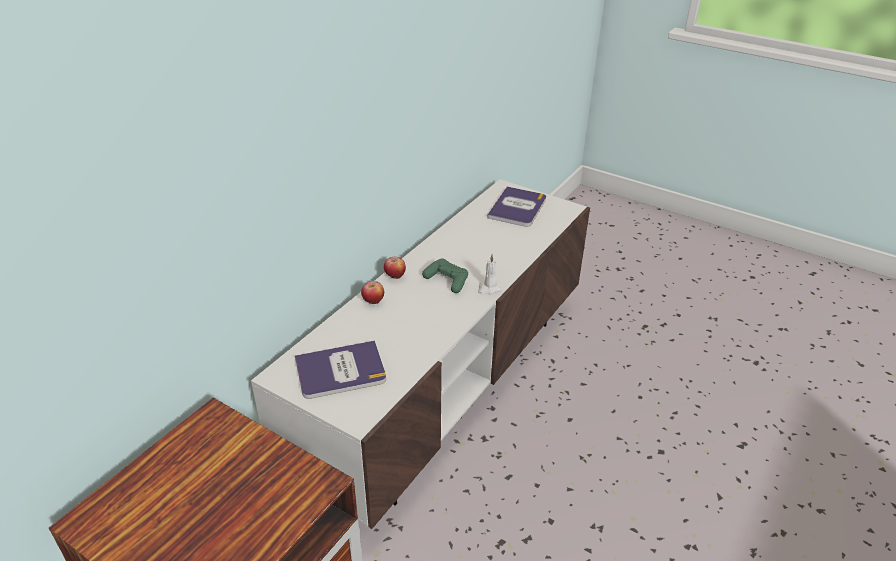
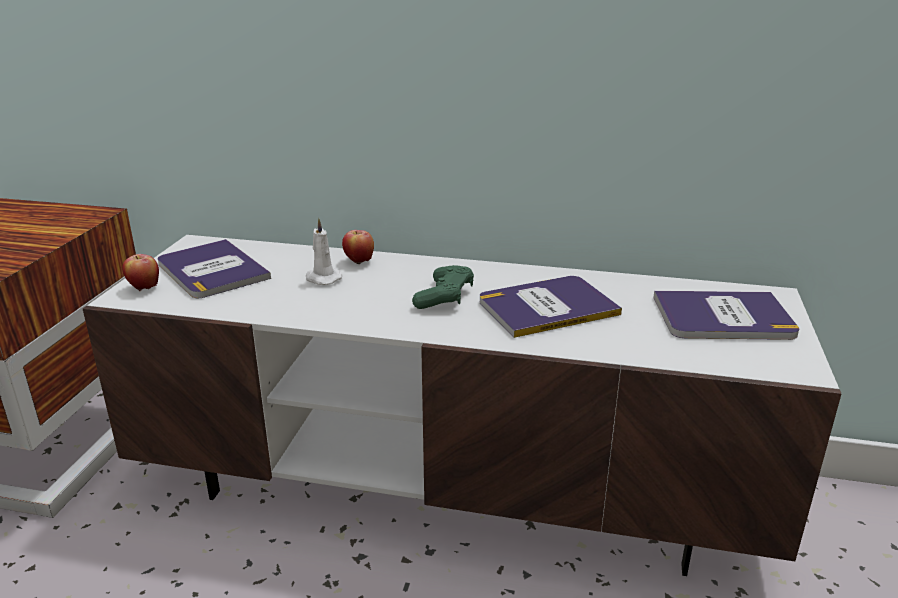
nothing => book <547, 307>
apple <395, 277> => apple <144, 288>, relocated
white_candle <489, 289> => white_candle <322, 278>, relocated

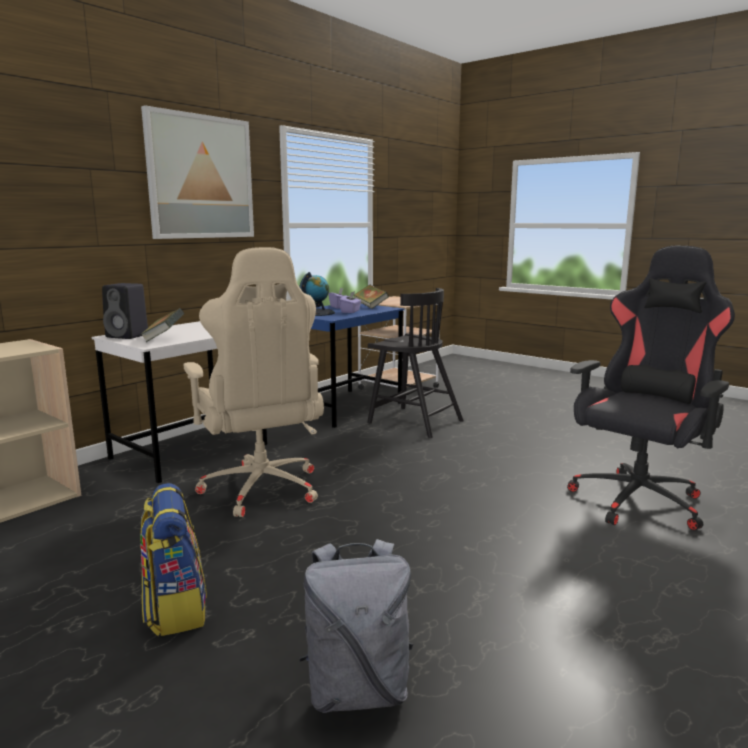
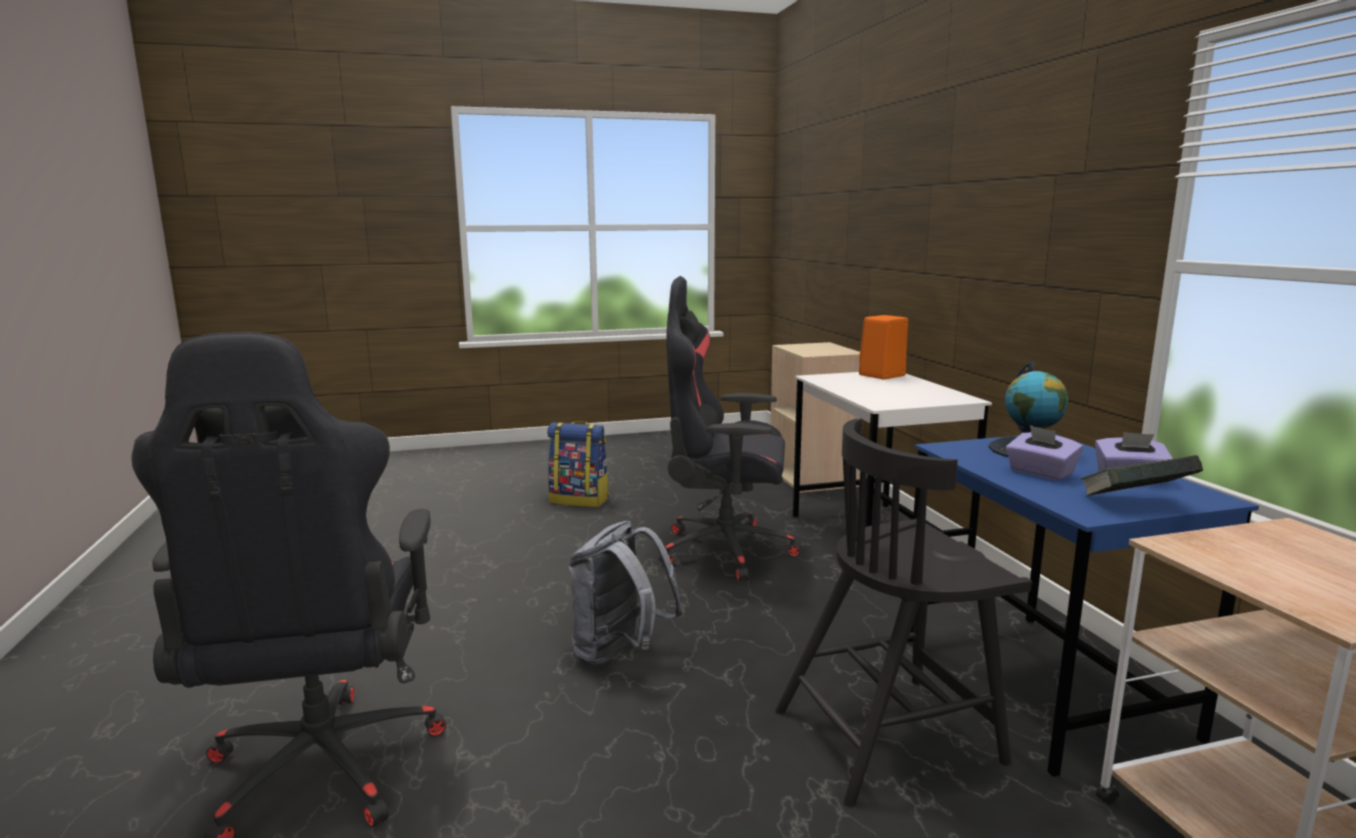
book <164, 338> => nothing
picture <201, 177> => nothing
grey_backpack <357, 690> => grey_backpack <620, 653>, relocated
black_speaker <128, 336> => orange_speaker <881, 376>
beige_office_chair <261, 488> => black_office_chair <727, 550>

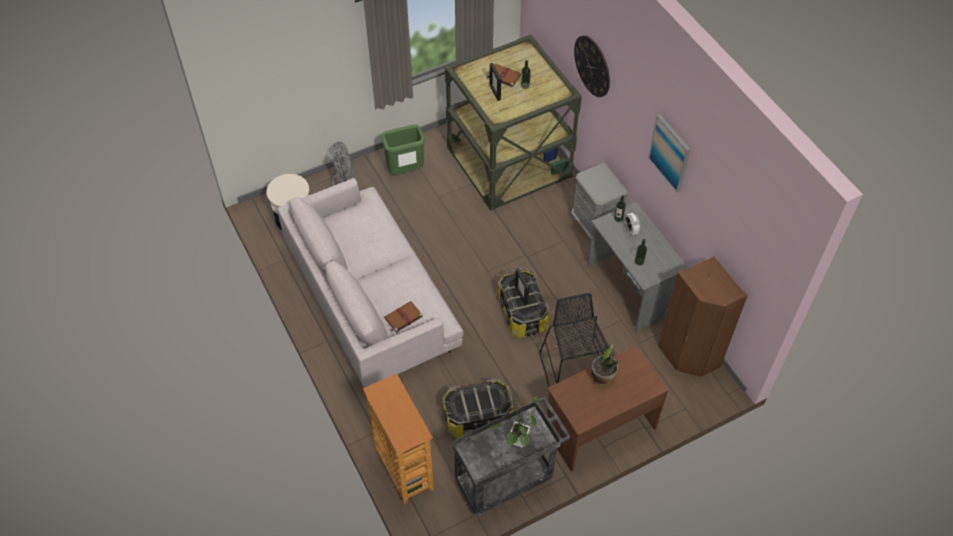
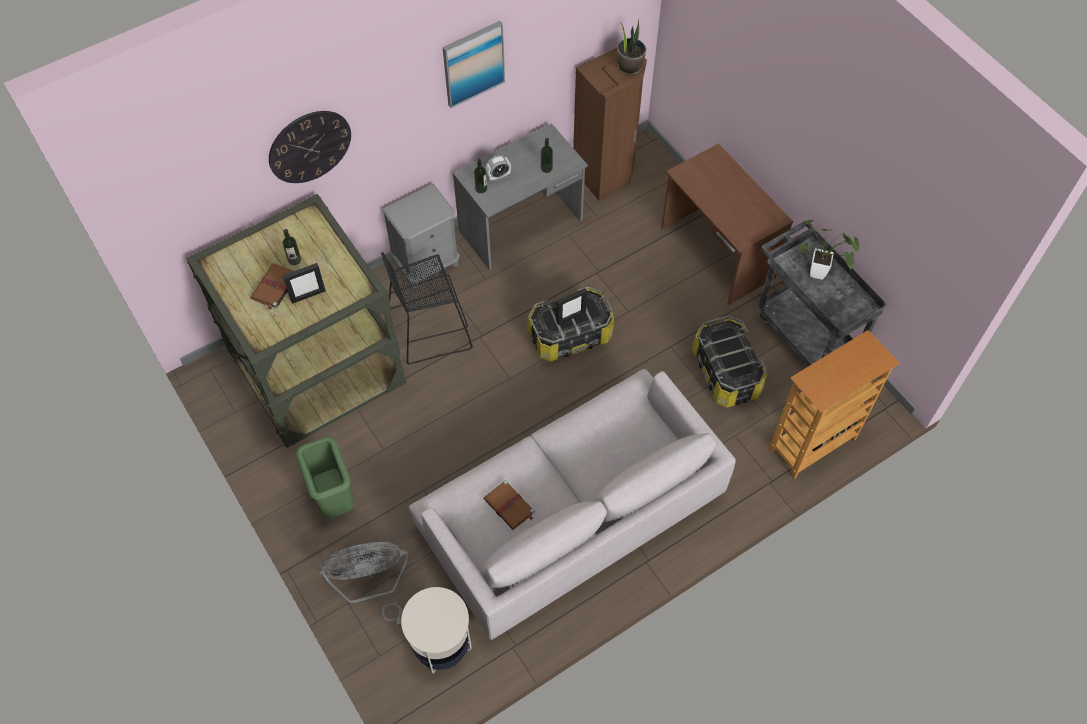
brown_book <403, 317> => brown_book <510, 506>, relocated
black_stool <574, 371> => black_stool <431, 326>, relocated
potted_plant <602, 377> => potted_plant <629, 67>, relocated

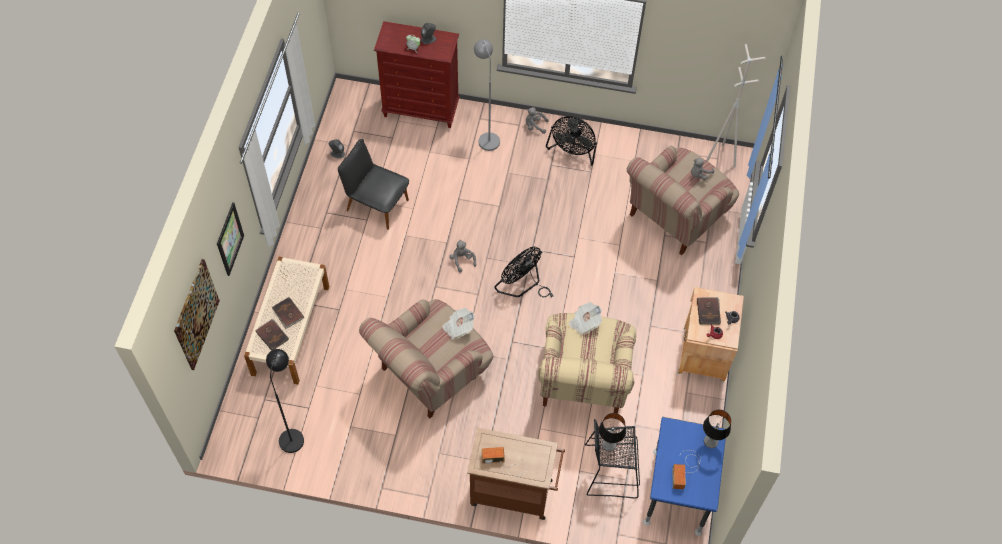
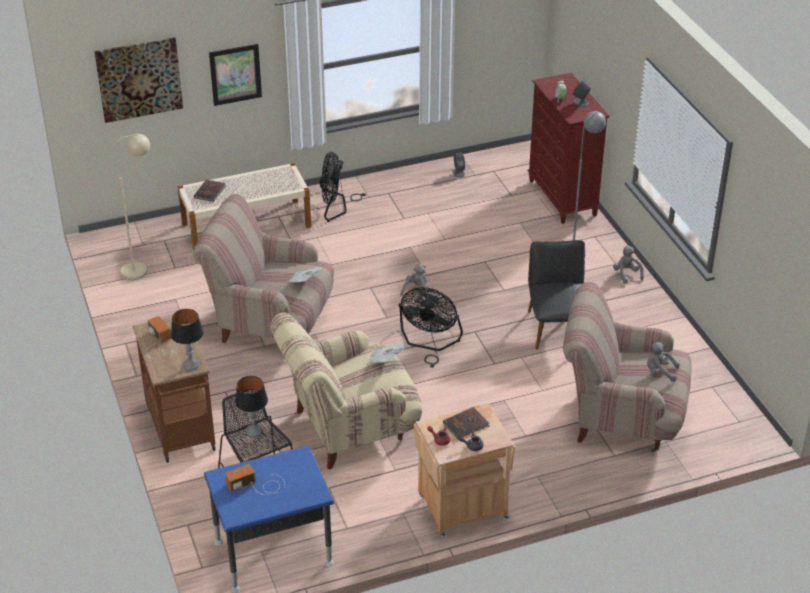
brown_book <288, 313> => nothing
grey_clothes_rack <721, 158> => nothing
black_chair <377, 205> => black_chair <556, 329>, relocated
black_fan <572, 149> => black_fan <336, 204>, relocated
table_lamp <710, 441> => table_lamp <190, 365>, relocated
black_floor_lamp <293, 434> => beige_floor_lamp <142, 270>

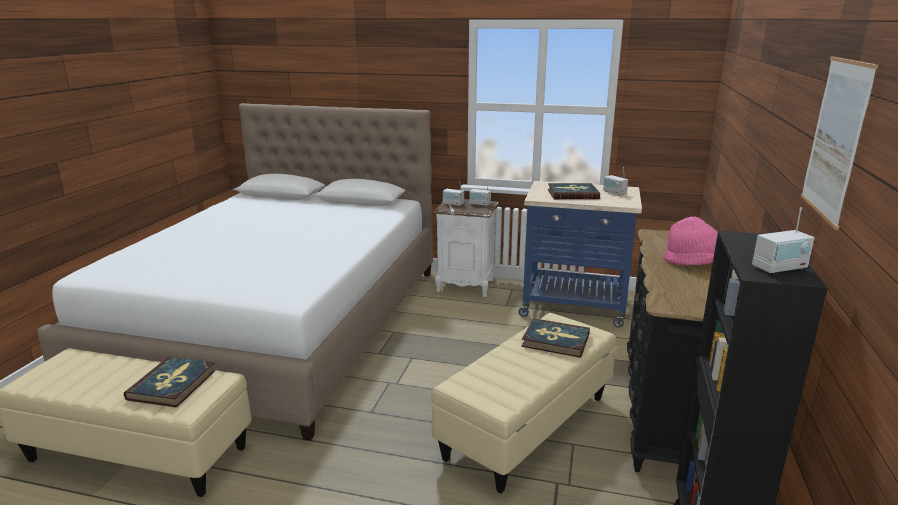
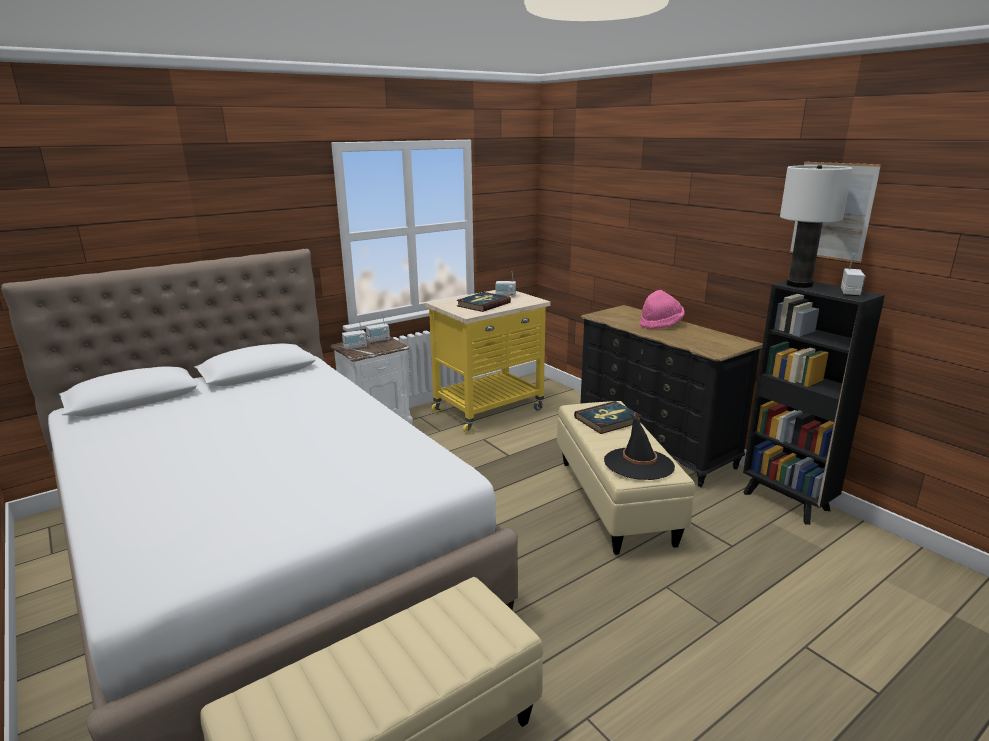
book <173, 384> => nothing
nothing => black_hat <638, 464>
nothing => white_table_lamp <799, 284>
blue_cart <573, 307> => yellow_cart <488, 410>

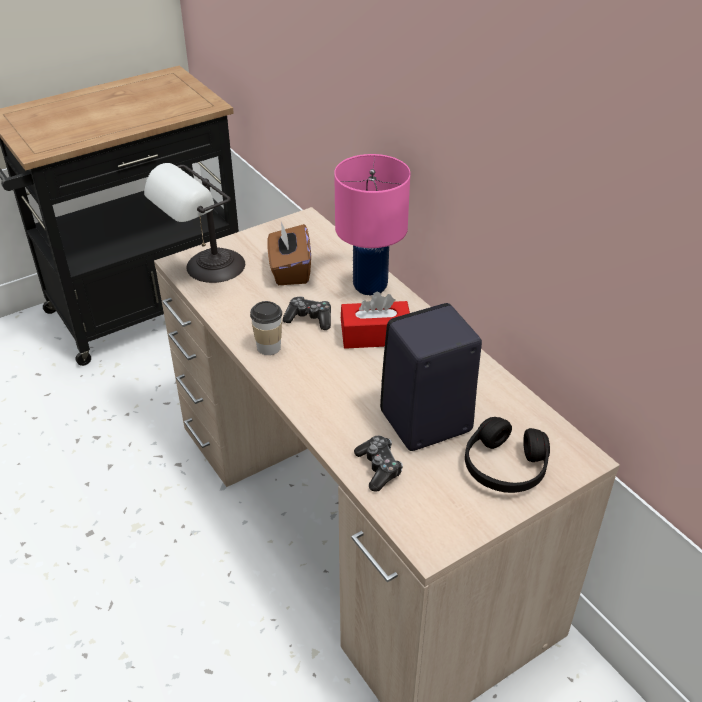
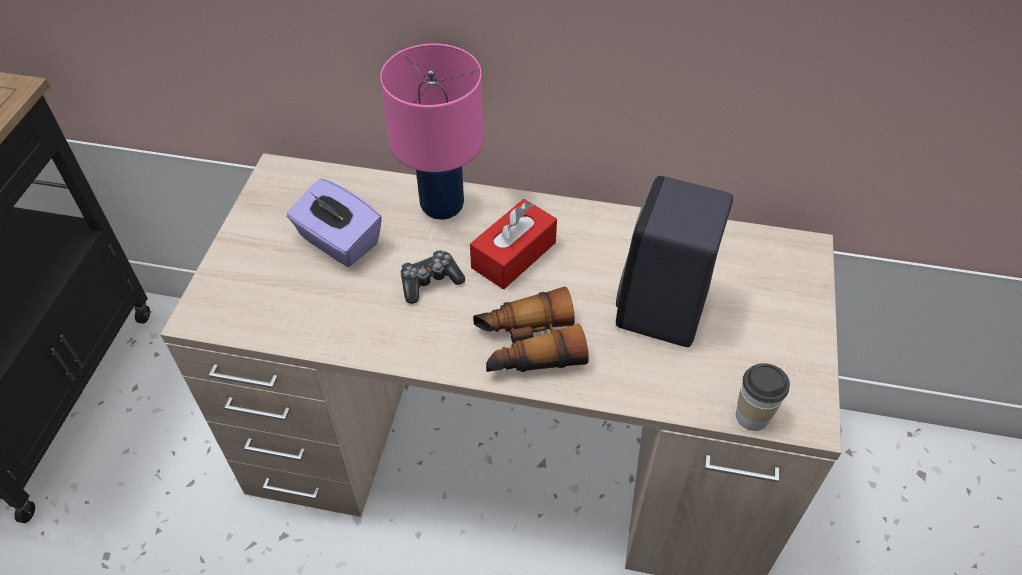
table_lamp <205, 271> => nothing
game_controller <379, 468> => nothing
black_headphones <505, 467> => nothing
nothing => binoculars <527, 345>
cup <269, 347> => cup <752, 416>, relocated
brown_tissue_box <290, 270> => purple_tissue_box <338, 242>

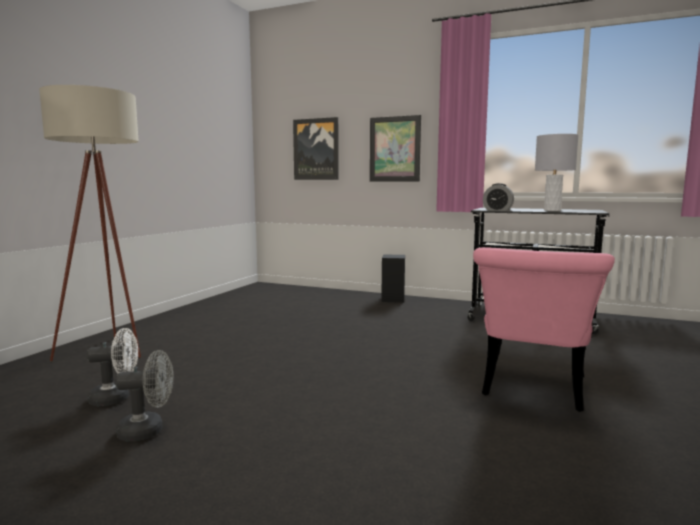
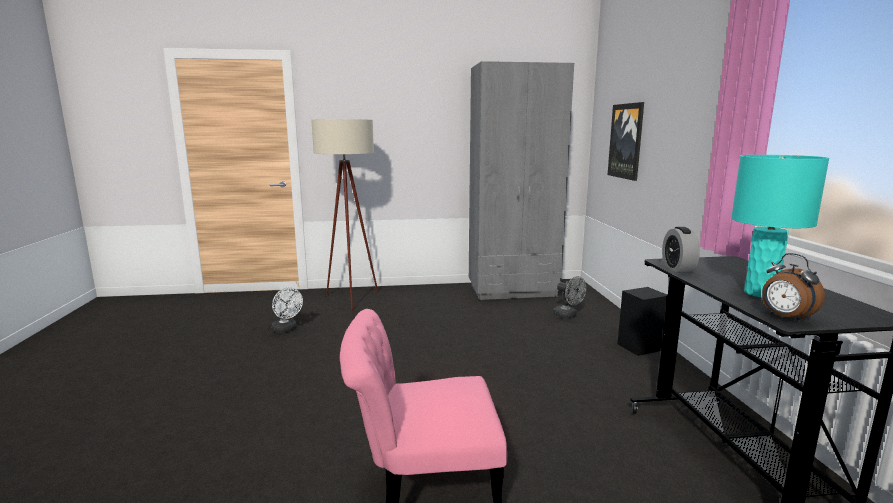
picture <395, 149> => nothing
nothing => grey_wardrobe <513, 290>
nothing => alarm_clock <785, 318>
grey_fan <148, 430> => grey_fan <568, 316>, relocated
grey_table_lamp <552, 210> => turquoise_table_lamp <761, 293>

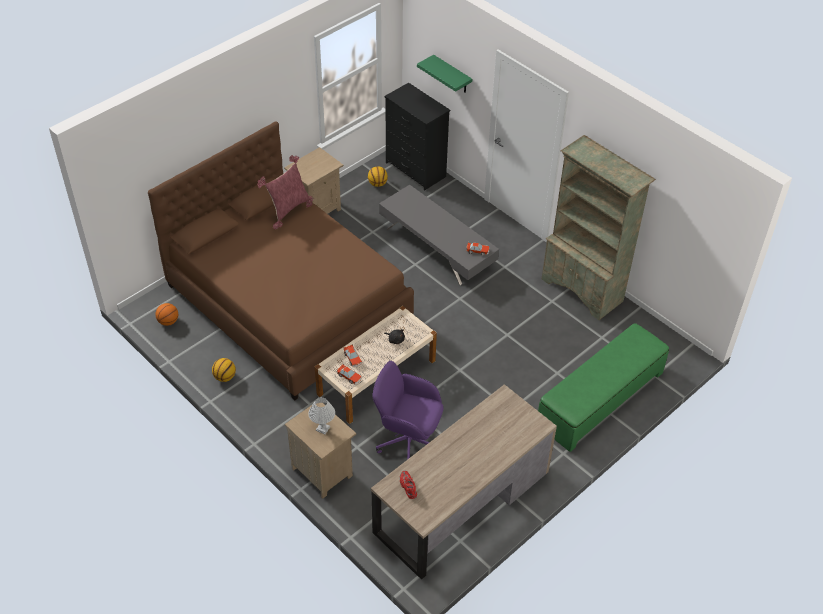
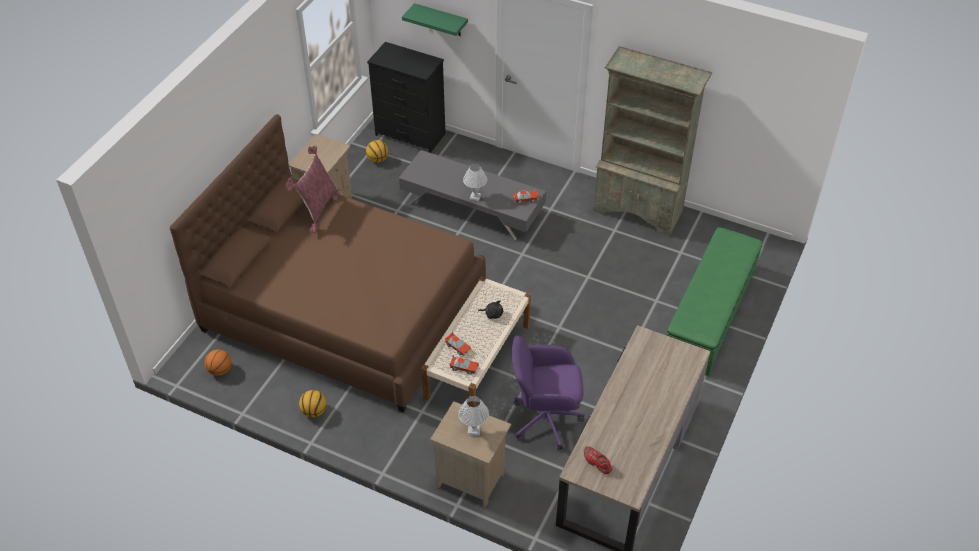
nothing => white_table_lamp <475, 196>

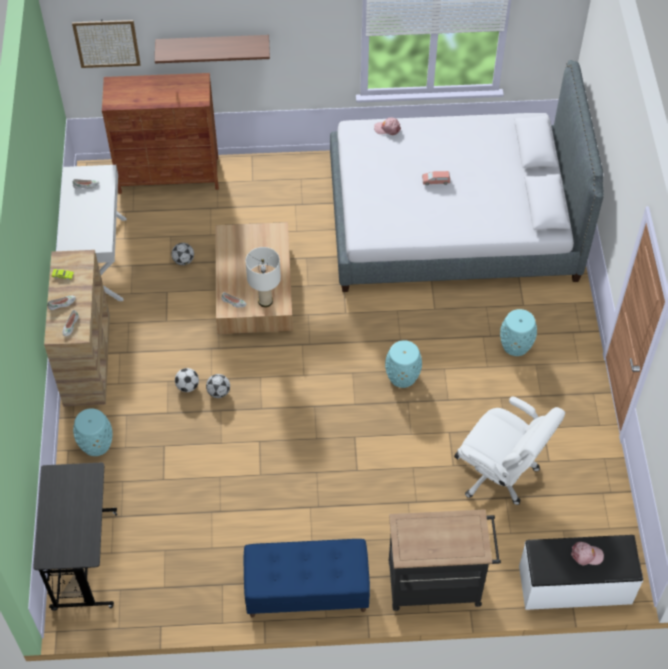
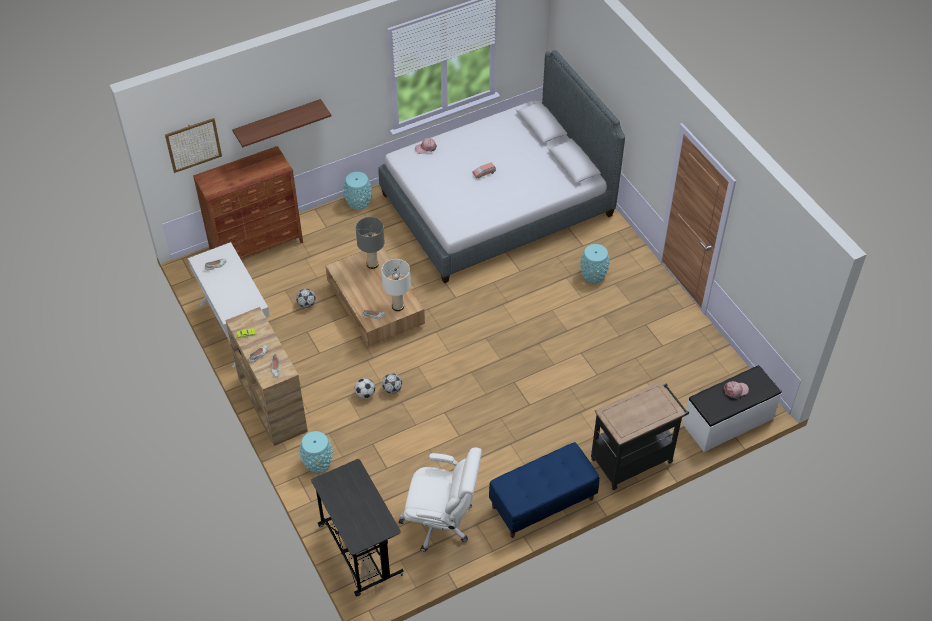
nothing => grey_table_lamp <372, 264>
turquoise_stool <402, 376> => turquoise_stool <358, 202>, relocated
white_office_chair <500, 475> => white_office_chair <442, 523>, relocated

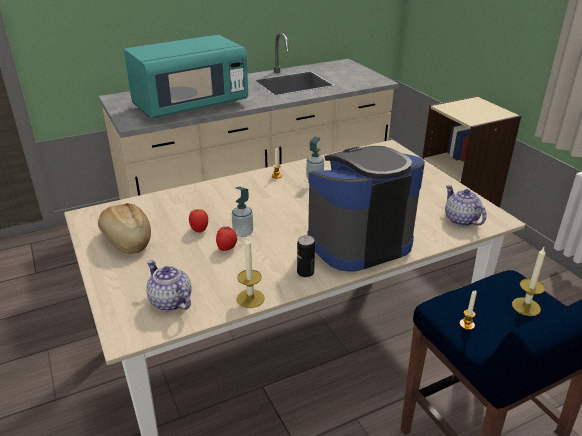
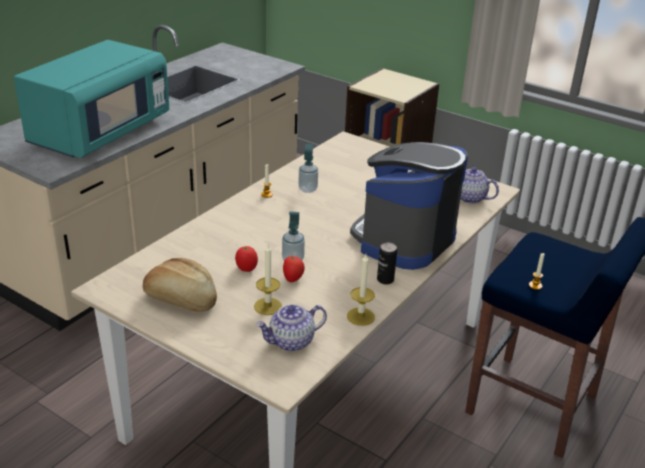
candle <526, 306> => candle <268, 306>, relocated
teapot <170, 301> => teapot <291, 342>, 45 degrees counterclockwise

